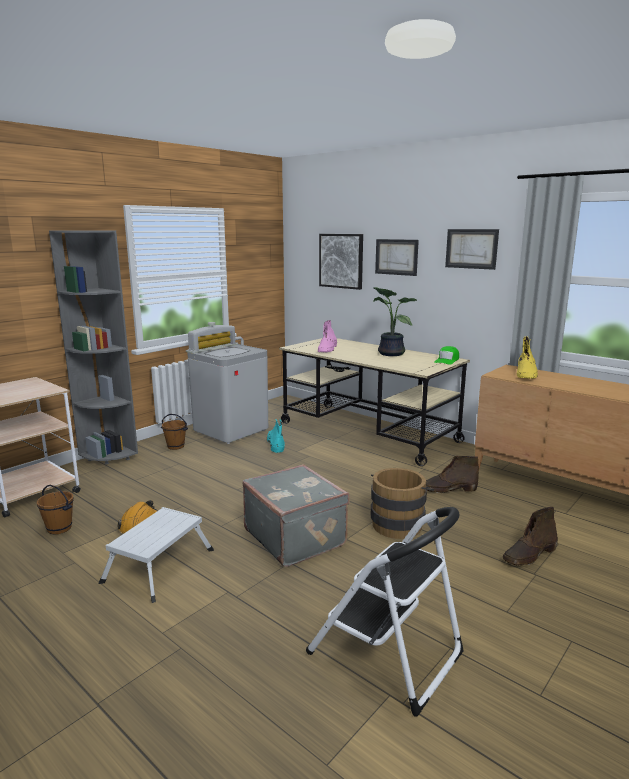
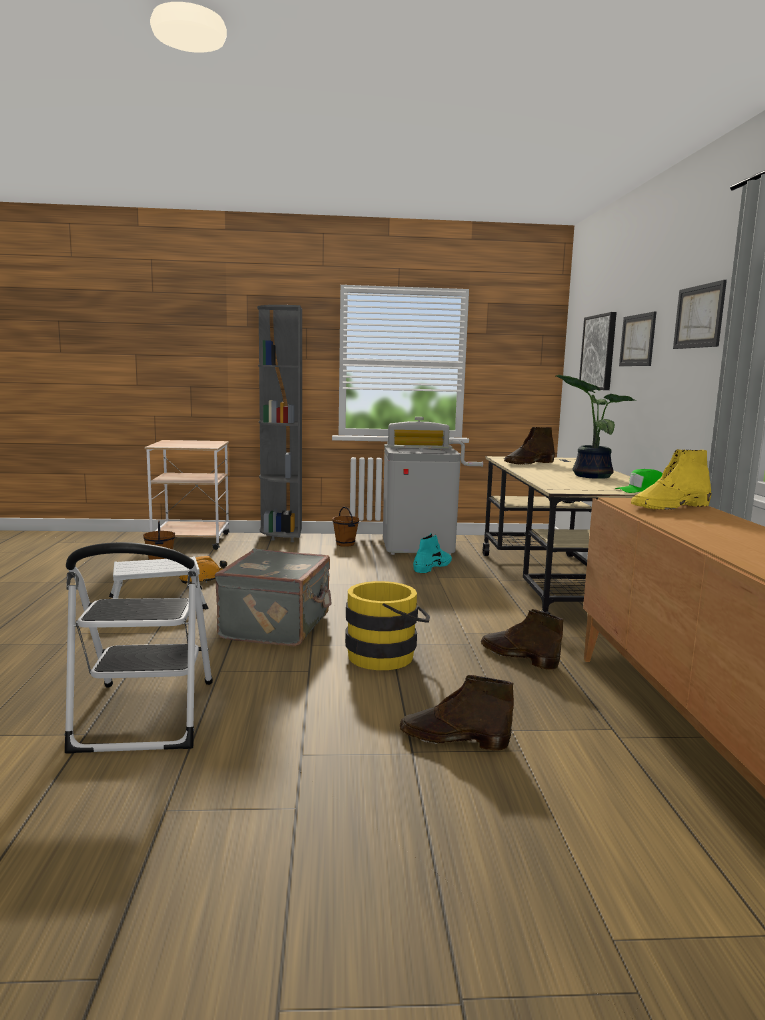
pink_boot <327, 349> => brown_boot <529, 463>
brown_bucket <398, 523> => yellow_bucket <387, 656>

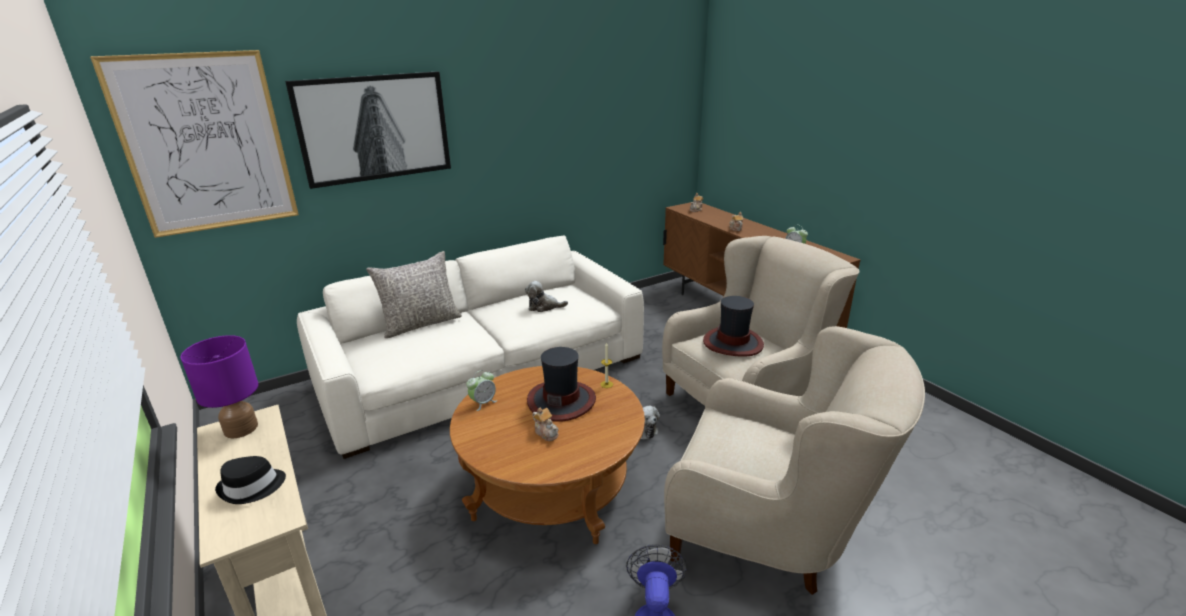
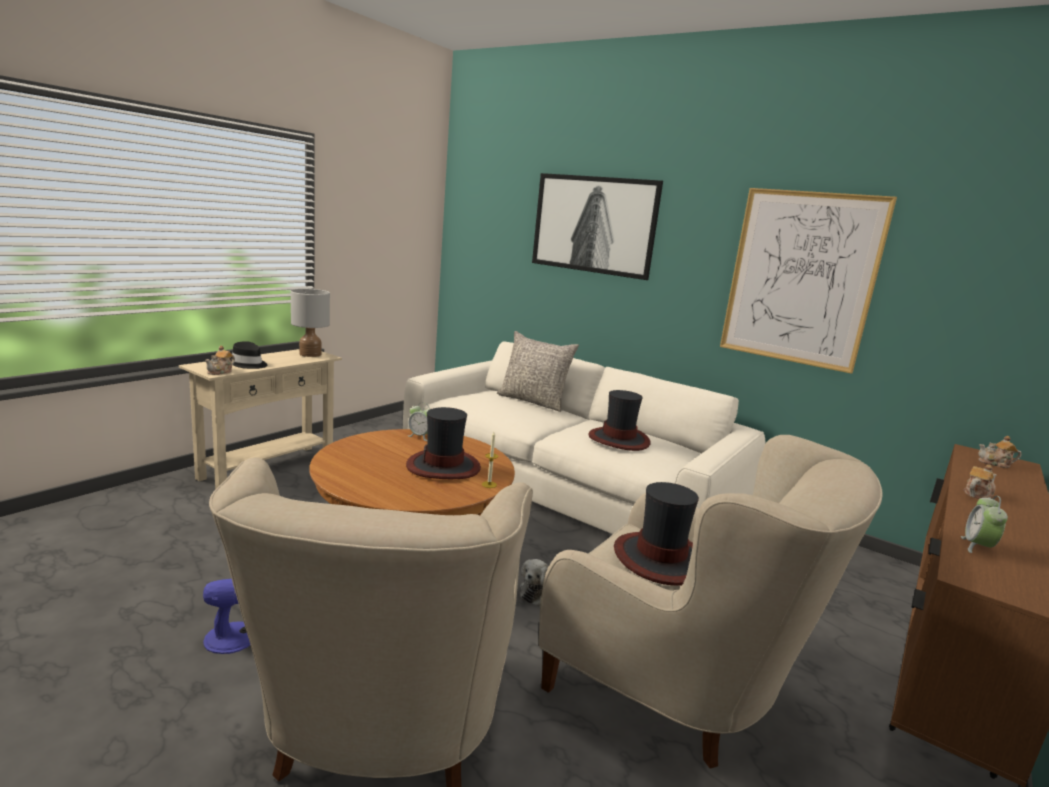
picture <206, 144> => picture <800, 278>, relocated
teapot <546, 432> => teapot <221, 372>, relocated
plush_toy <544, 307> => hat <619, 439>
purple_table_lamp <240, 429> => grey_table_lamp <310, 354>

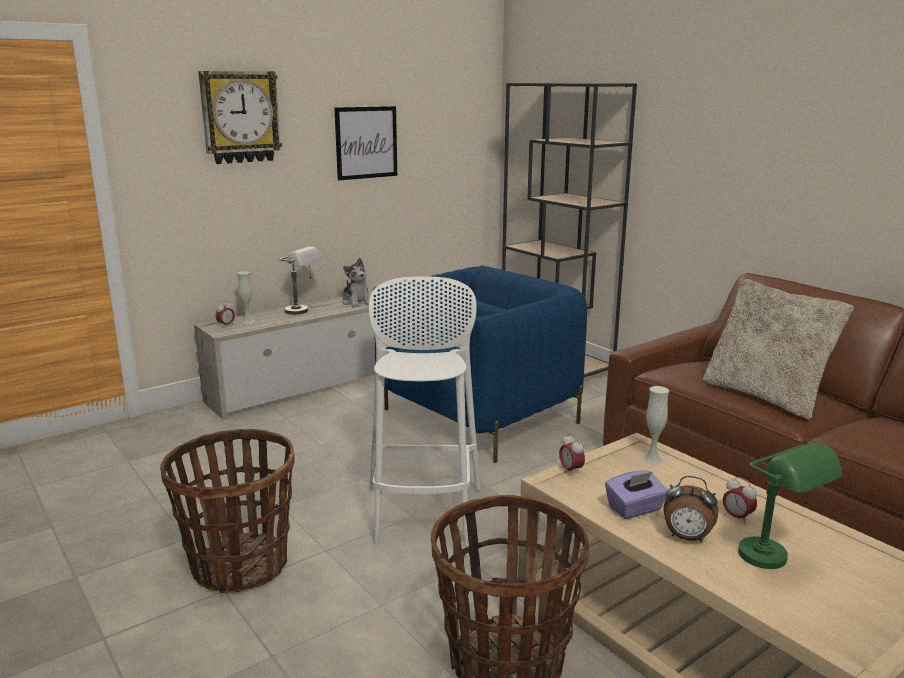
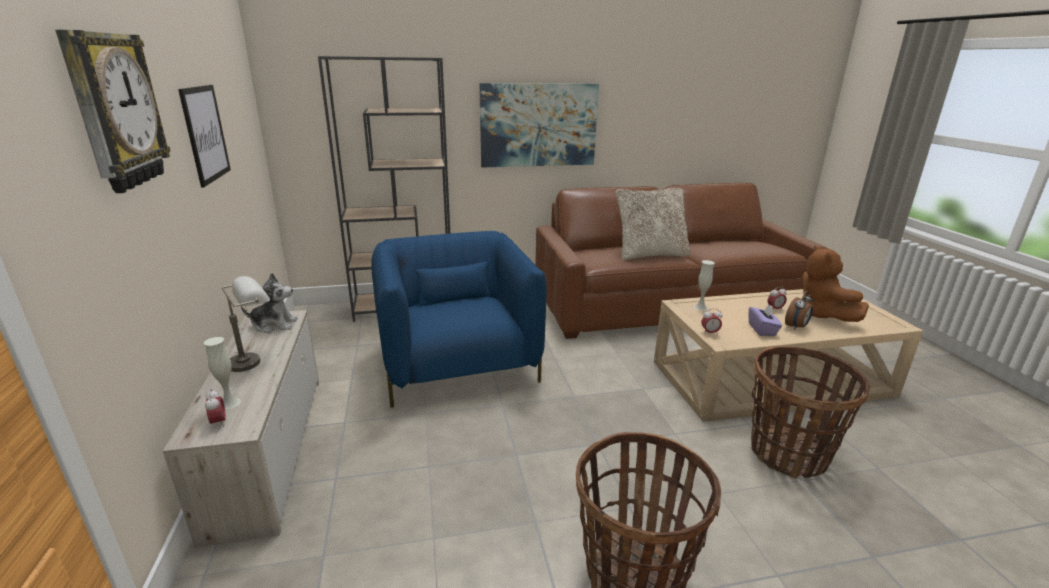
white_stool <424, 513> => nothing
nothing => picture <538, 125>
green_table_lamp <777, 563> => brown_plush_toy <821, 315>

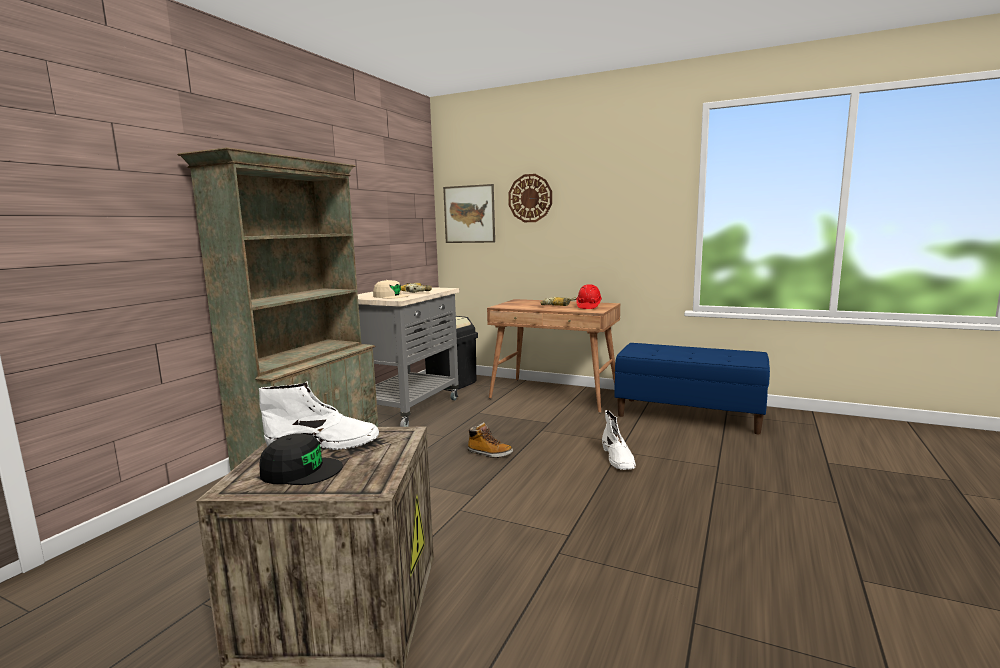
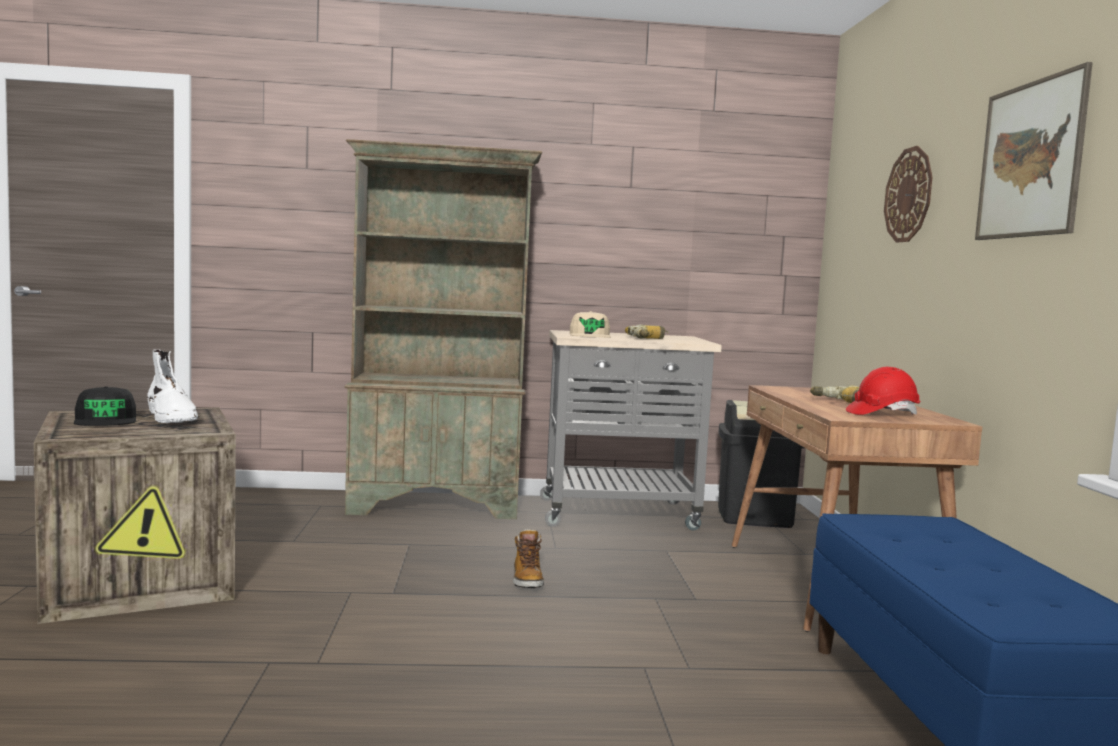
white_boot <618, 458> => nothing
picture <469, 214> => picture <1030, 159>, relocated

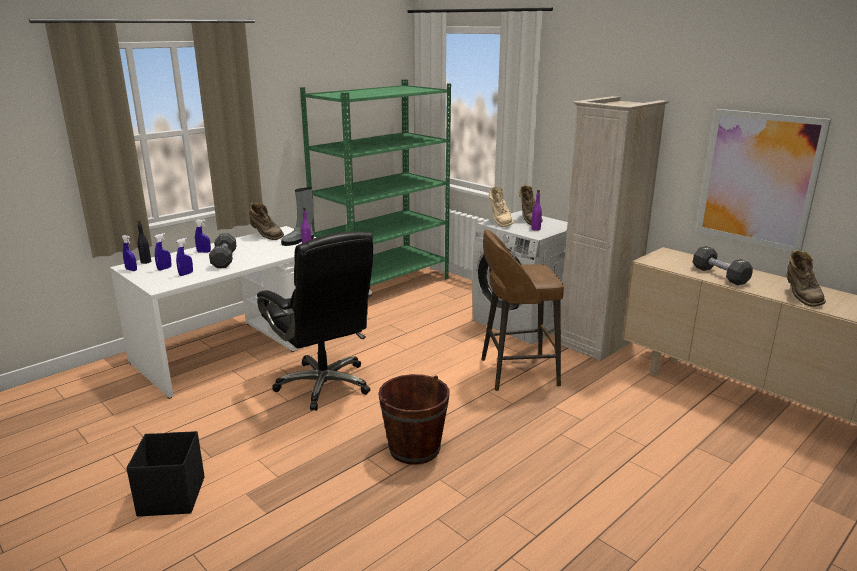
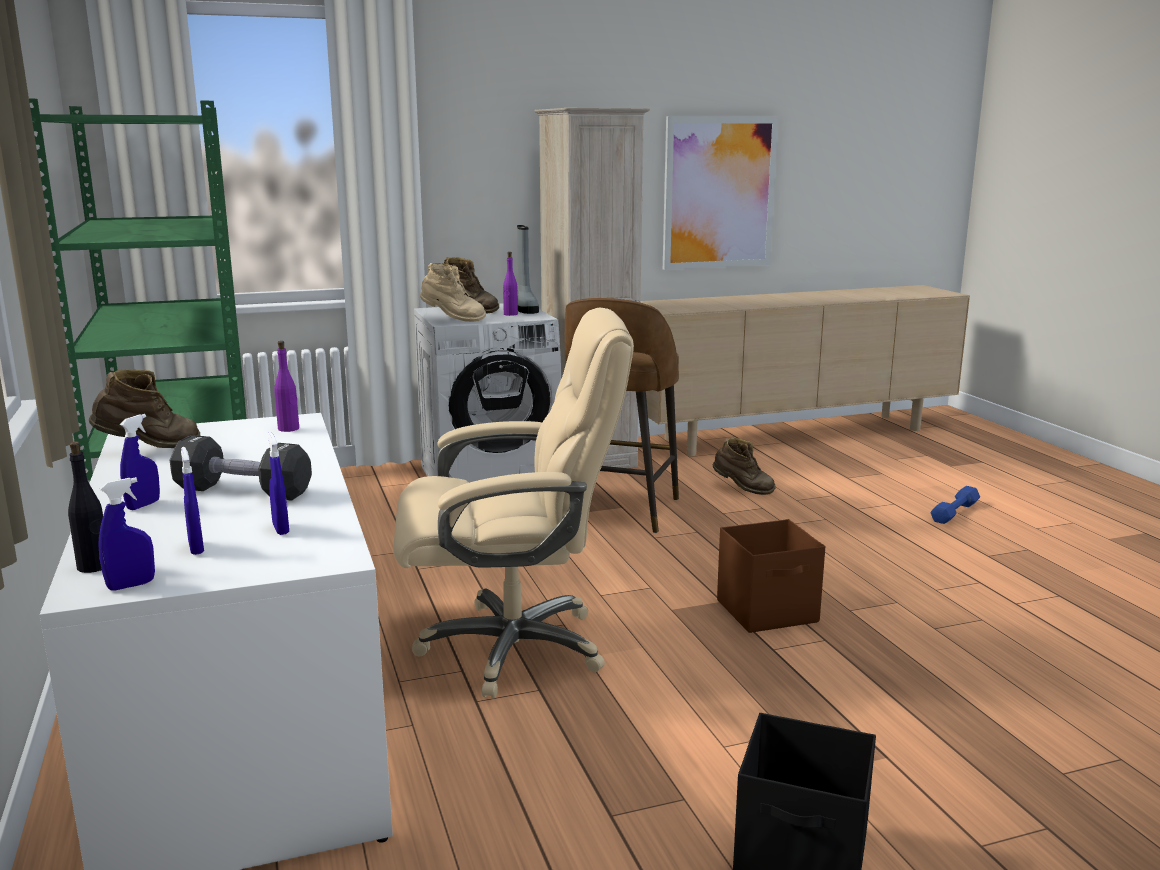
black_dumbbell <719, 275> => nothing
nothing => blue_dumbbell <955, 512>
grey_boot <299, 241> => grey_boot <525, 309>, relocated
brown_boot <800, 297> => brown_boot <742, 489>, relocated
brown_bucket <414, 449> => brown_storage_box <768, 611>
black_office_chair <323, 383> => beige_office_chair <509, 648>

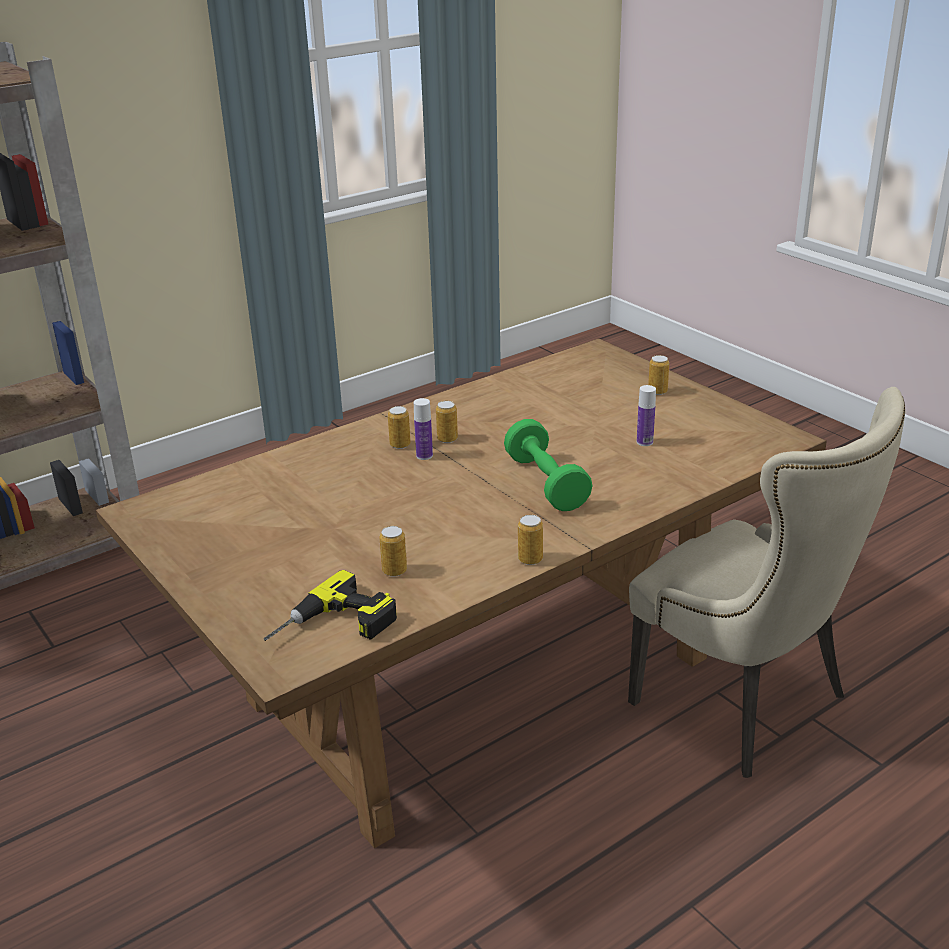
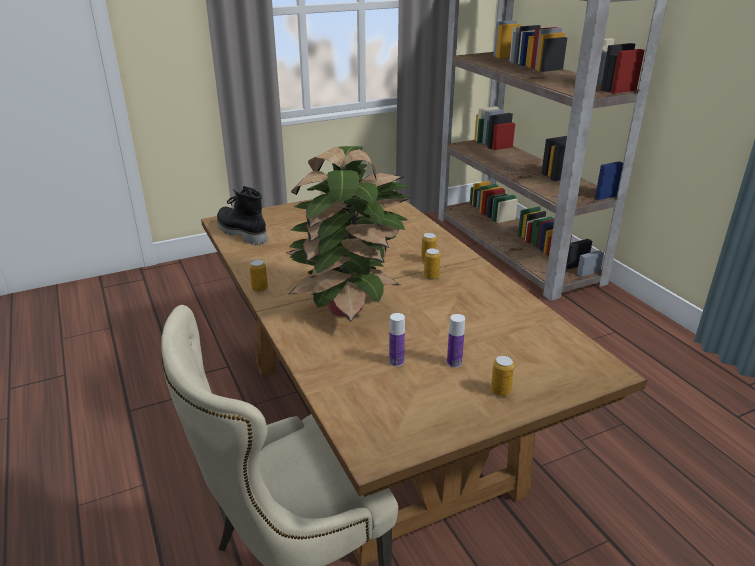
can <394, 571> => nothing
bottle <424, 456> => bottle <454, 363>, relocated
power_drill <333, 628> => black_boot <240, 233>
green_dumbbell <546, 483> => potted_plant <349, 306>

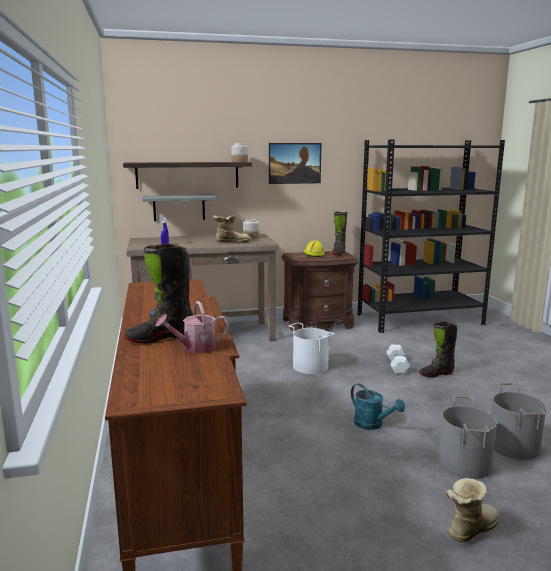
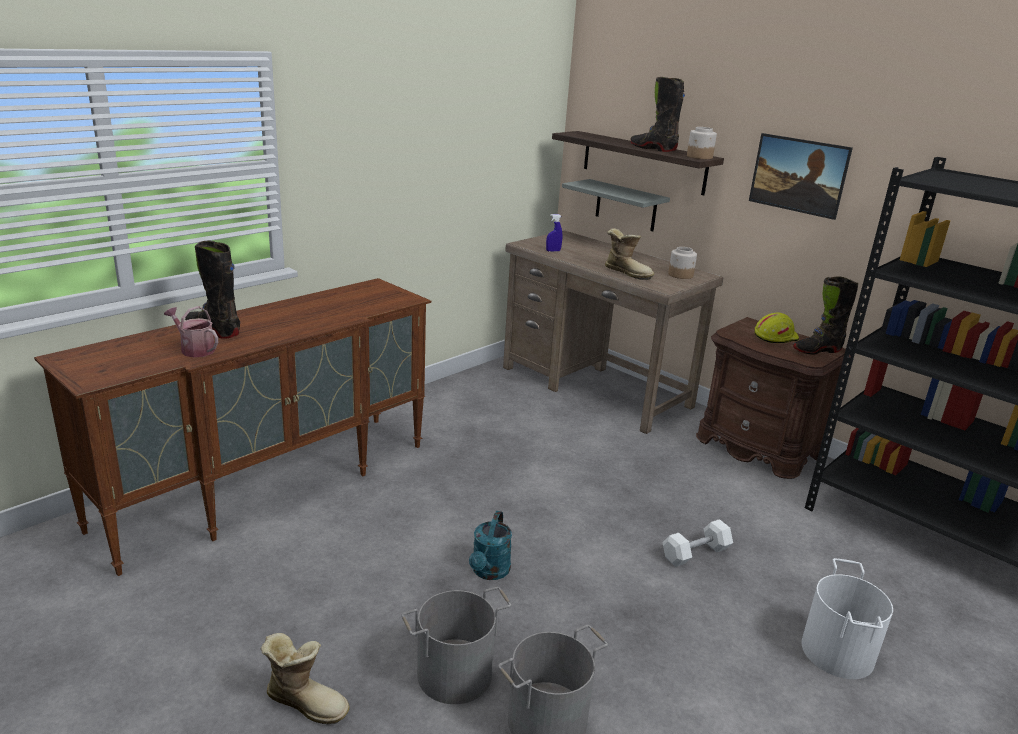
white_bucket <310, 366> => white_bucket <838, 652>, relocated
black_boot <436, 374> => black_boot <653, 149>, relocated

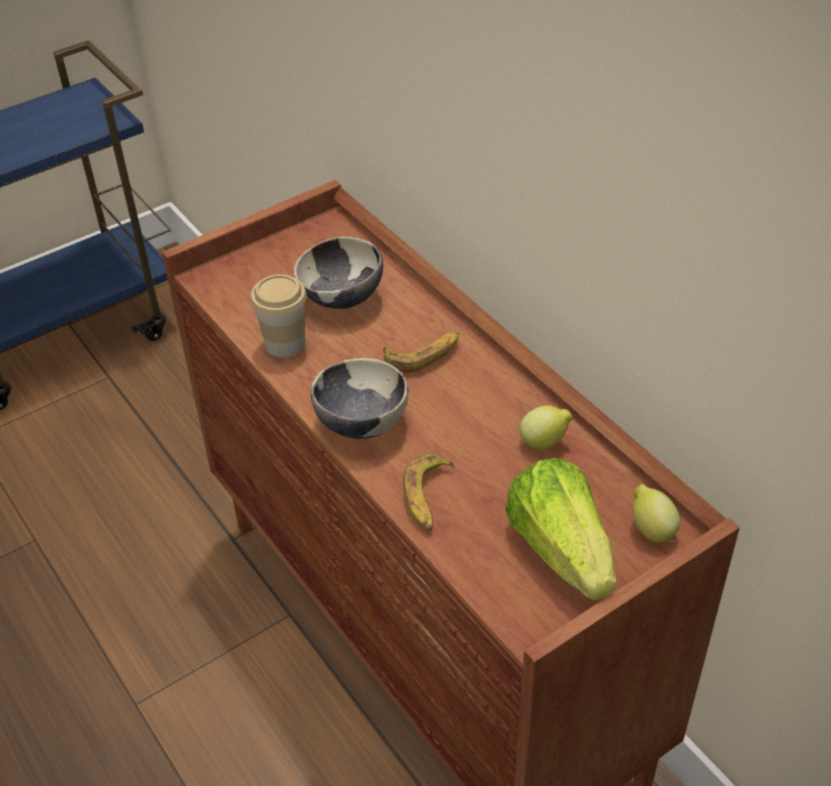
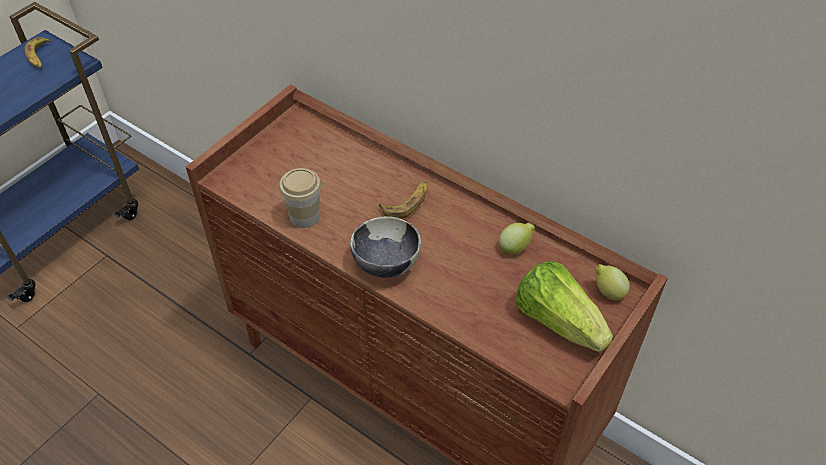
bowl <342, 299> => nothing
banana <427, 497> => banana <40, 57>, relocated

